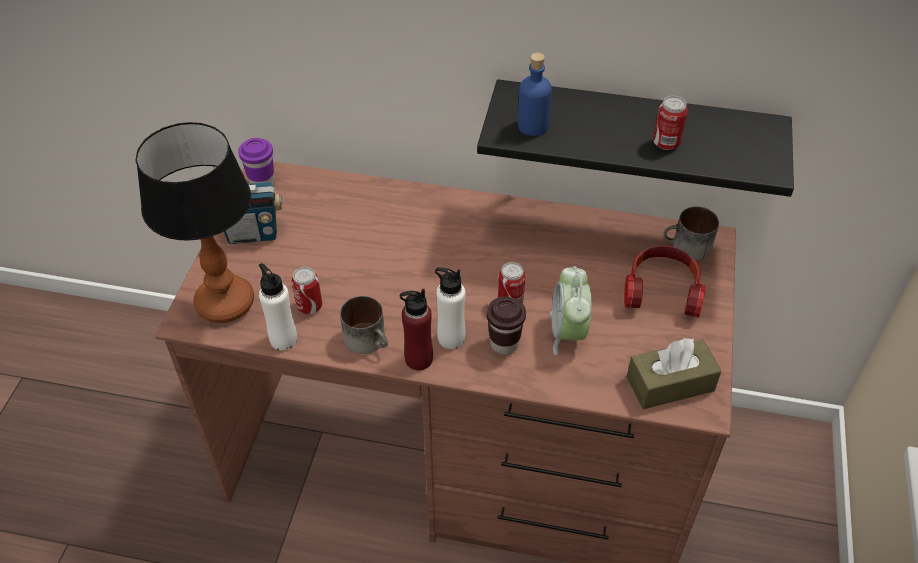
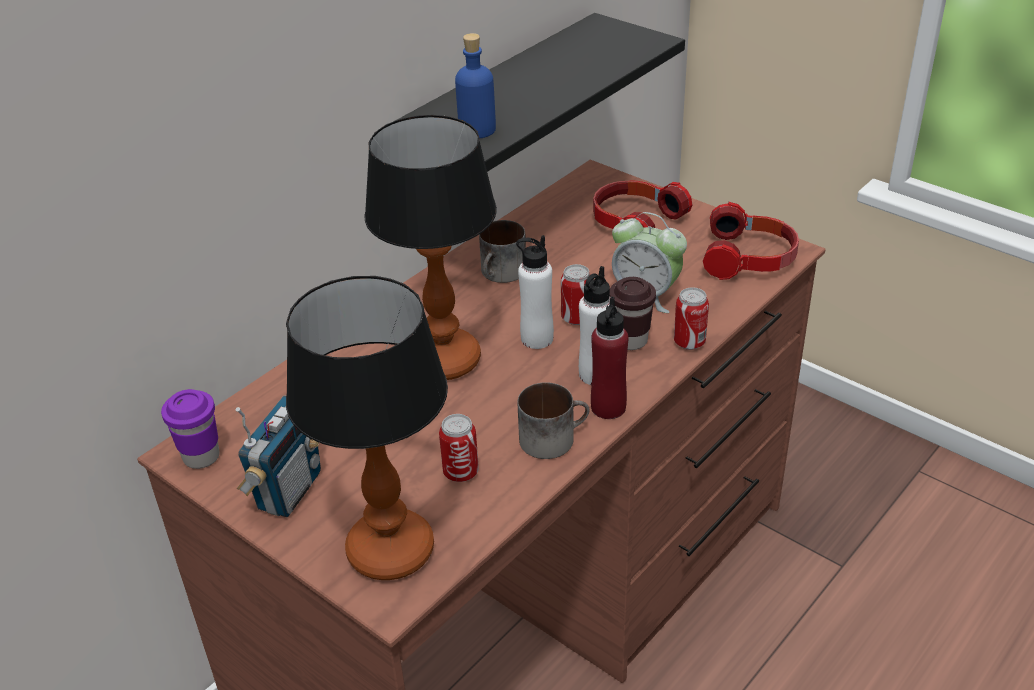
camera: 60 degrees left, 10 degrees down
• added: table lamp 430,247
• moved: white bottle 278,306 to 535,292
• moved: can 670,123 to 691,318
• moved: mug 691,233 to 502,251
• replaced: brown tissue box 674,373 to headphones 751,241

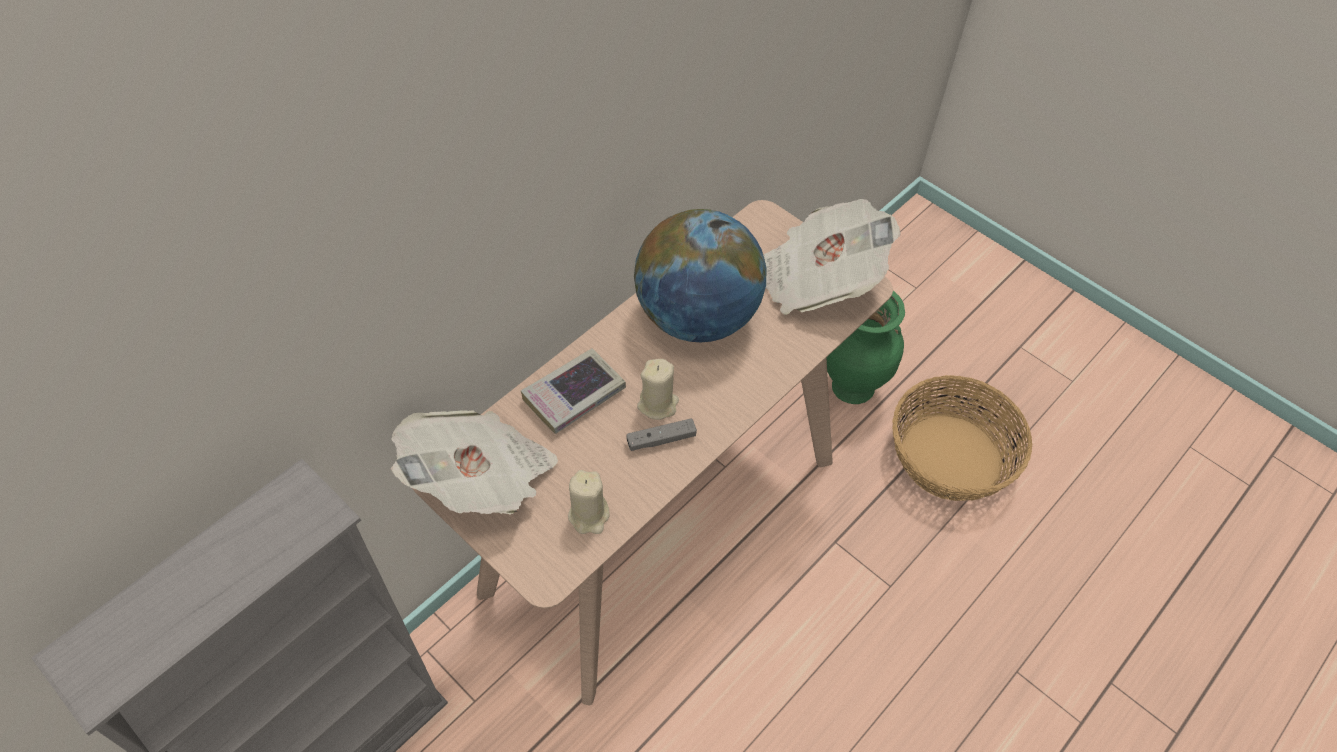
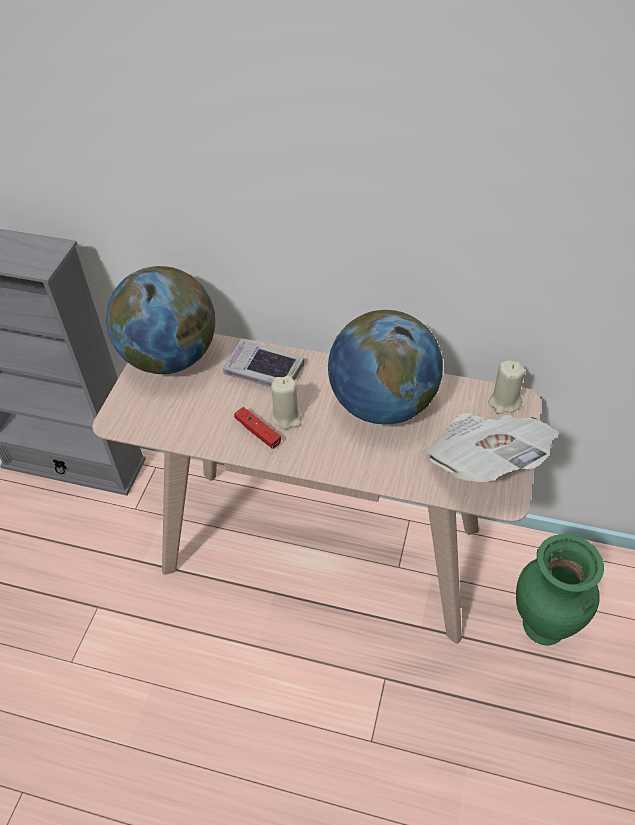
camera: 65 degrees right, 5 degrees down
• removed: basket 962,438
• moved: beige candle 589,502 to 507,387
• replaced: newspaper 474,462 to globe 160,320
• recoloured: grey game controller 661,434 to red game controller 257,428

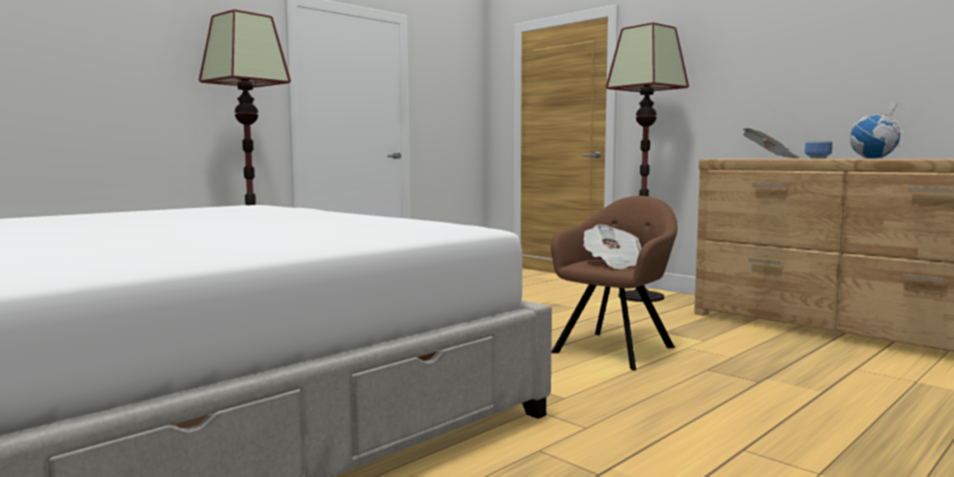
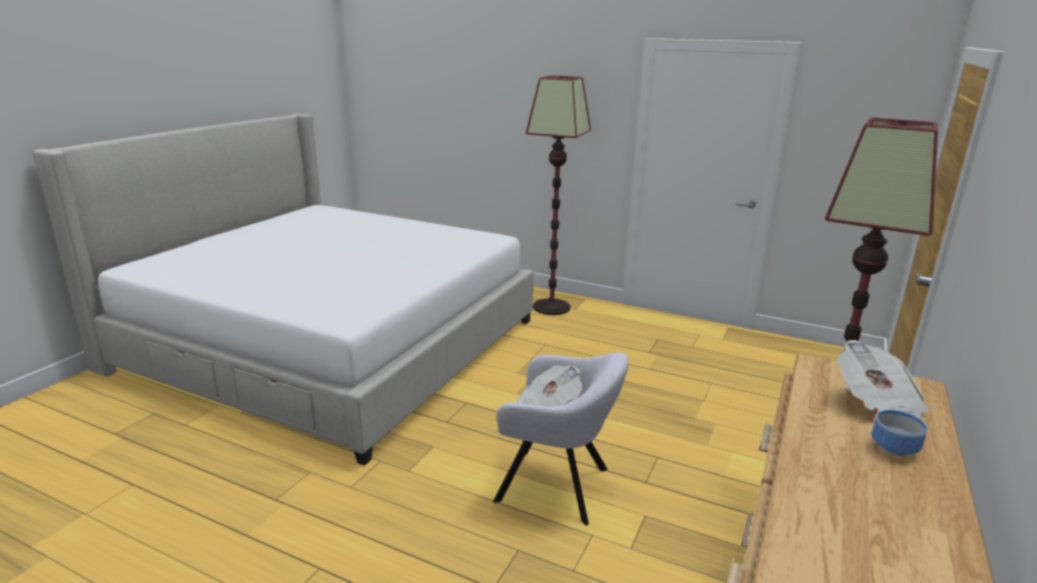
camera: 70 degrees right, 15 degrees up
• removed: globe 876,130
• recoloured: brown armchair 614,283 to grey armchair 561,438

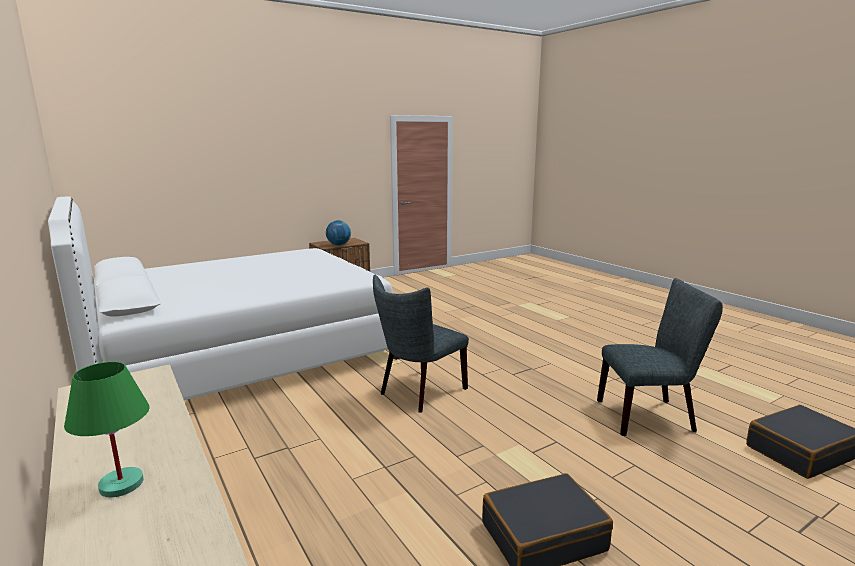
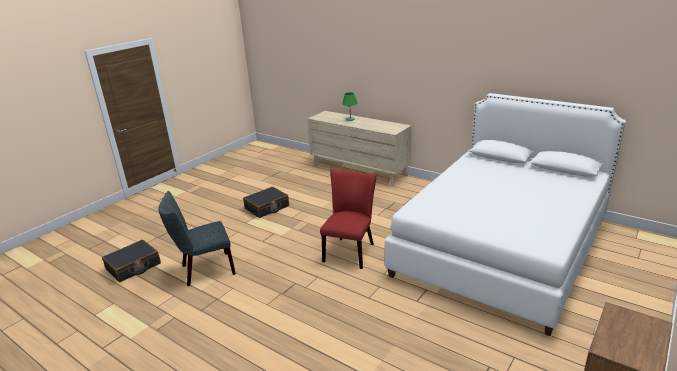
camera: 160 degrees right, 10 degrees up
• removed: globe 338,232
• recoloured: grey chair 421,343 to red chair 348,219

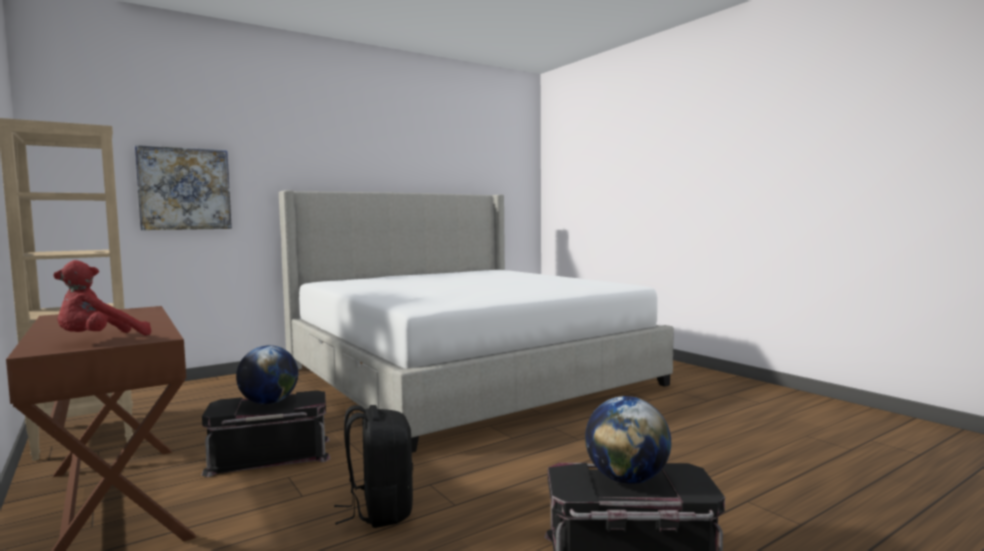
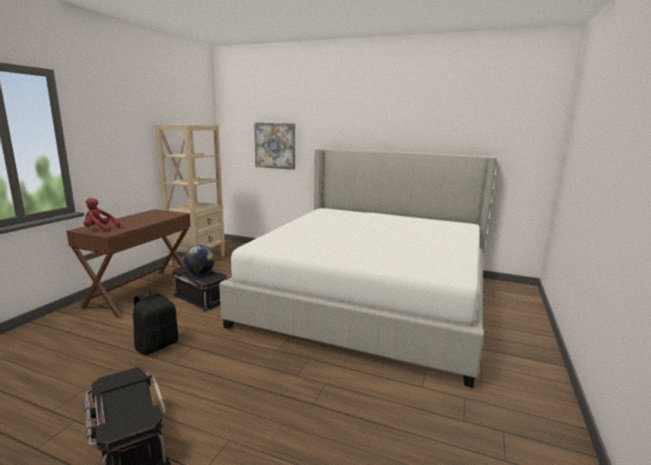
camera: 55 degrees right, 10 degrees up
• removed: globe 628,440

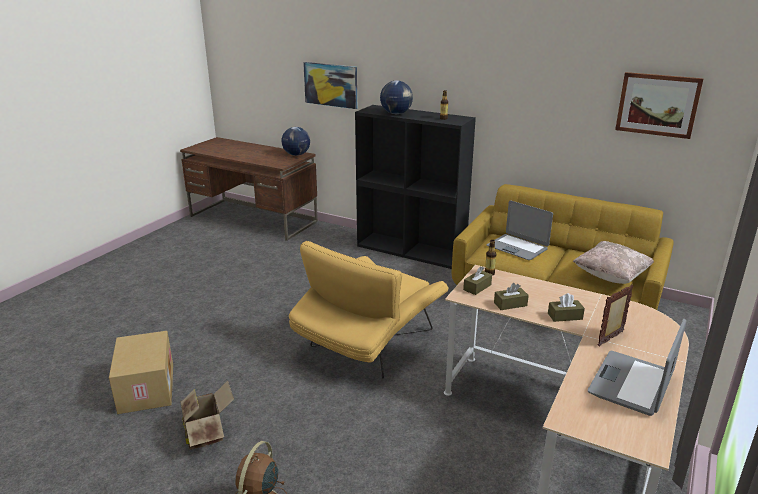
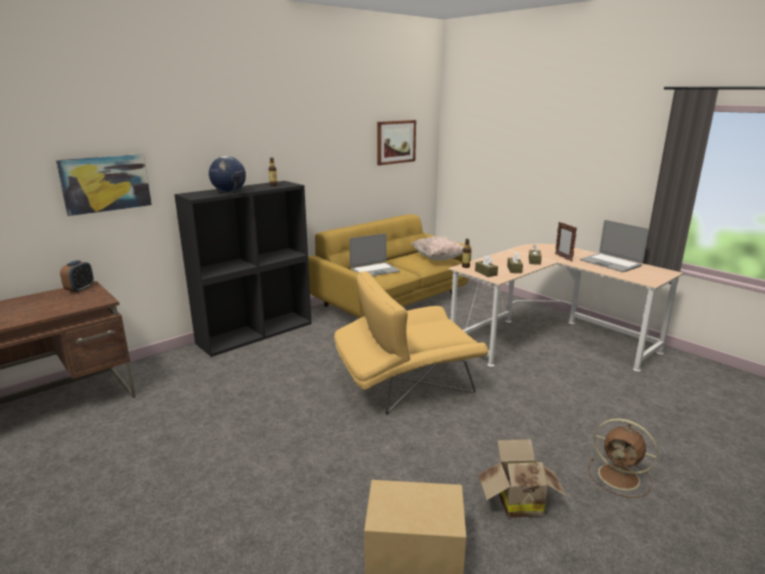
camera: 70 degrees left, 5 degrees down
• replaced: globe 296,141 to alarm clock 77,276
• turned: yellow armchair 369,310 = 411,342 105 degrees clockwise

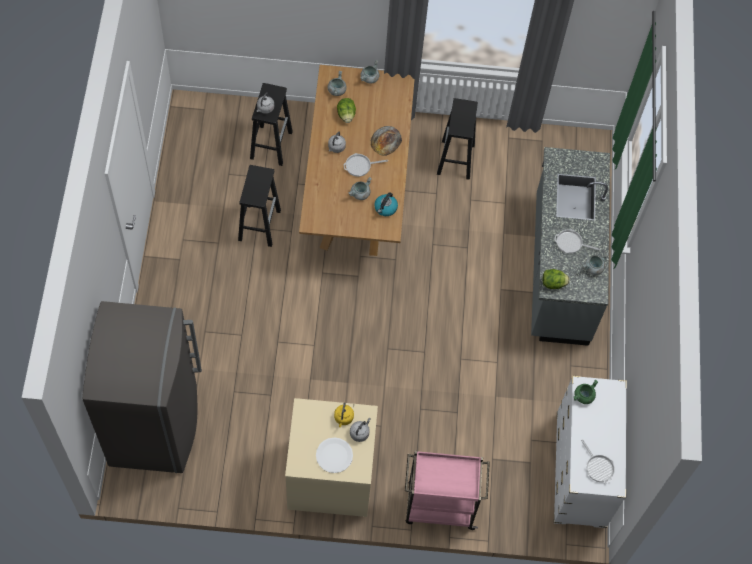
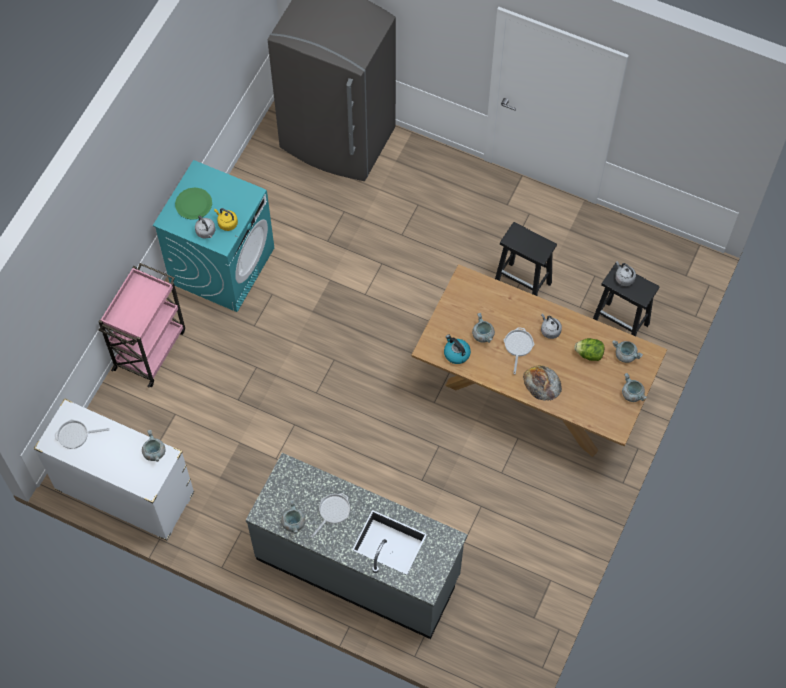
camera: 115 degrees right, 0 degrees up
• removed: black stool 457,139
• removed: lettuce 556,279
• recoloured: beige washing machine 331,457 to turquoise washing machine 213,236
• recoloured: white plate 334,455 to green plate 193,204
• recoloured: green cooking pot 586,392 to grey cooking pot 154,446

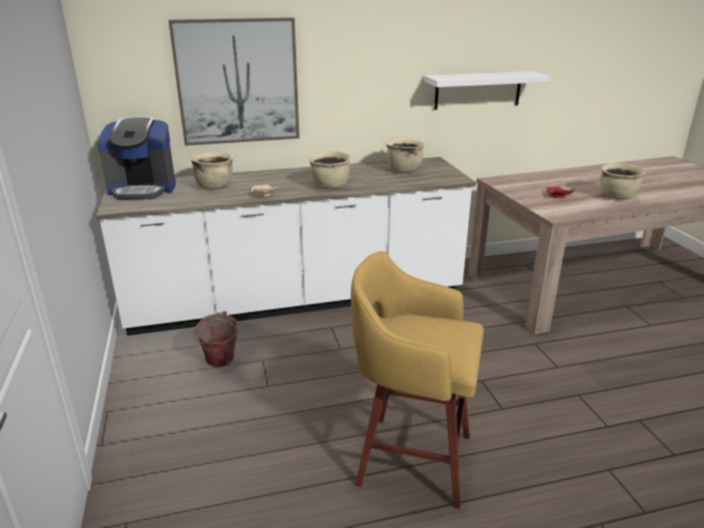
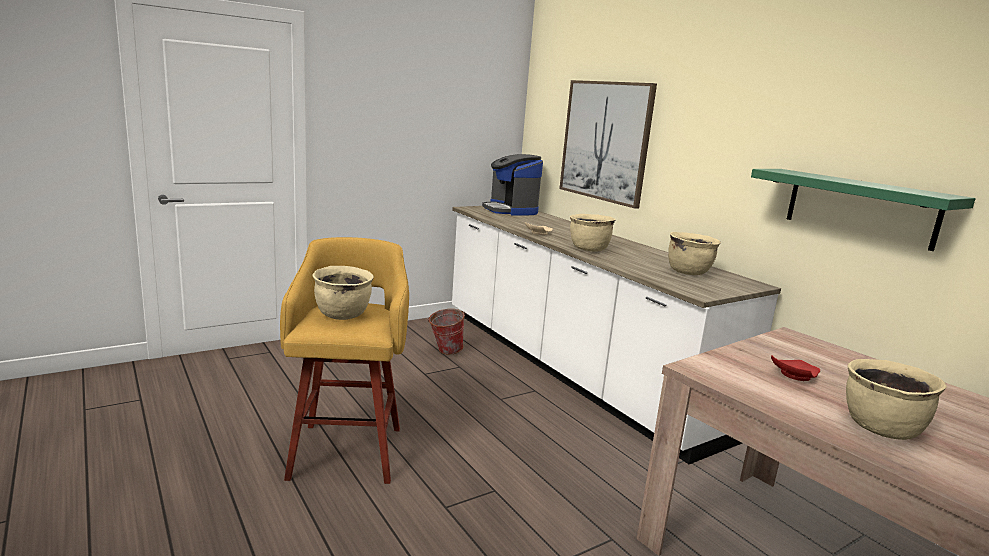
camera: 70 degrees right, 10 degrees down
• moved: beige cooking pot 211,171 to 343,293
• recoloured: white shelf 487,90 to green shelf 863,210

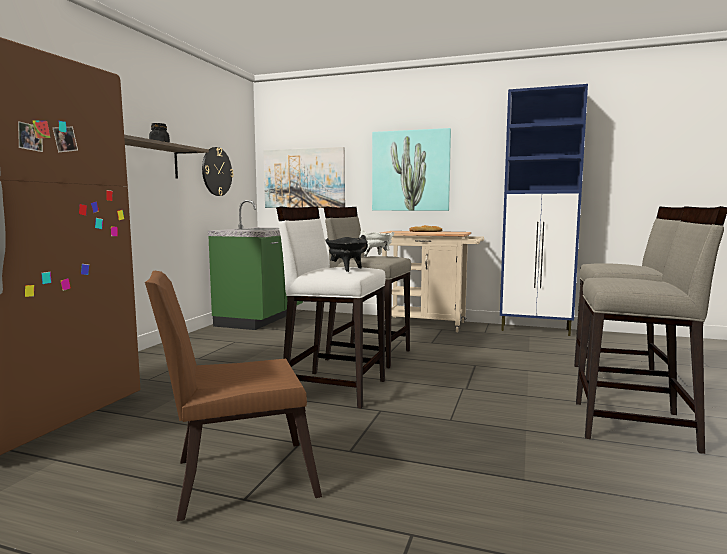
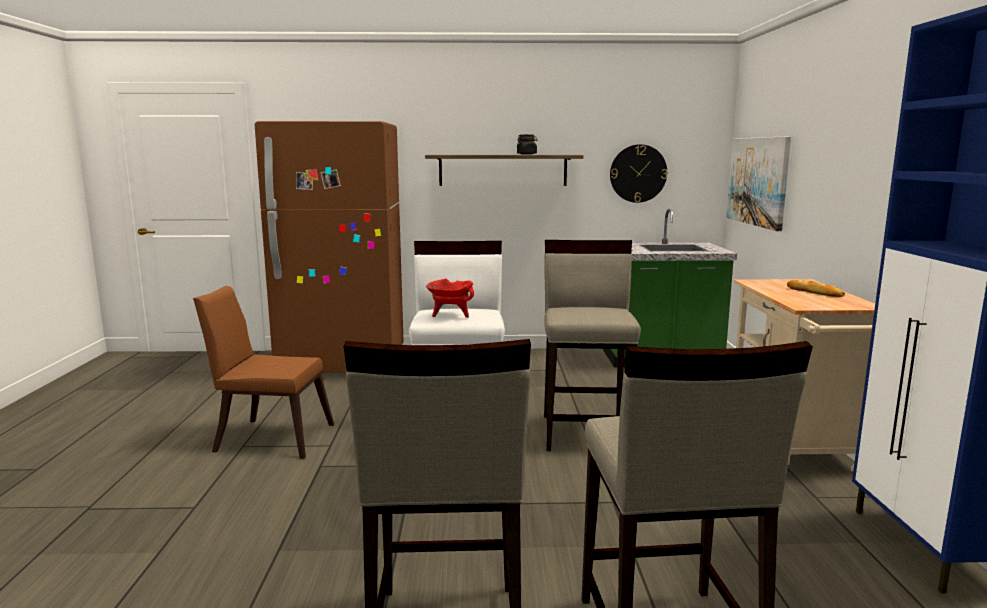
camera: 70 degrees right, 5 degrees up
• removed: white cooking pot 377,243
• removed: picture 411,169
• recoloured: black cooking pot 346,253 to red cooking pot 450,298
• turned: brown chair 233,396 = 263,372 45 degrees counterclockwise

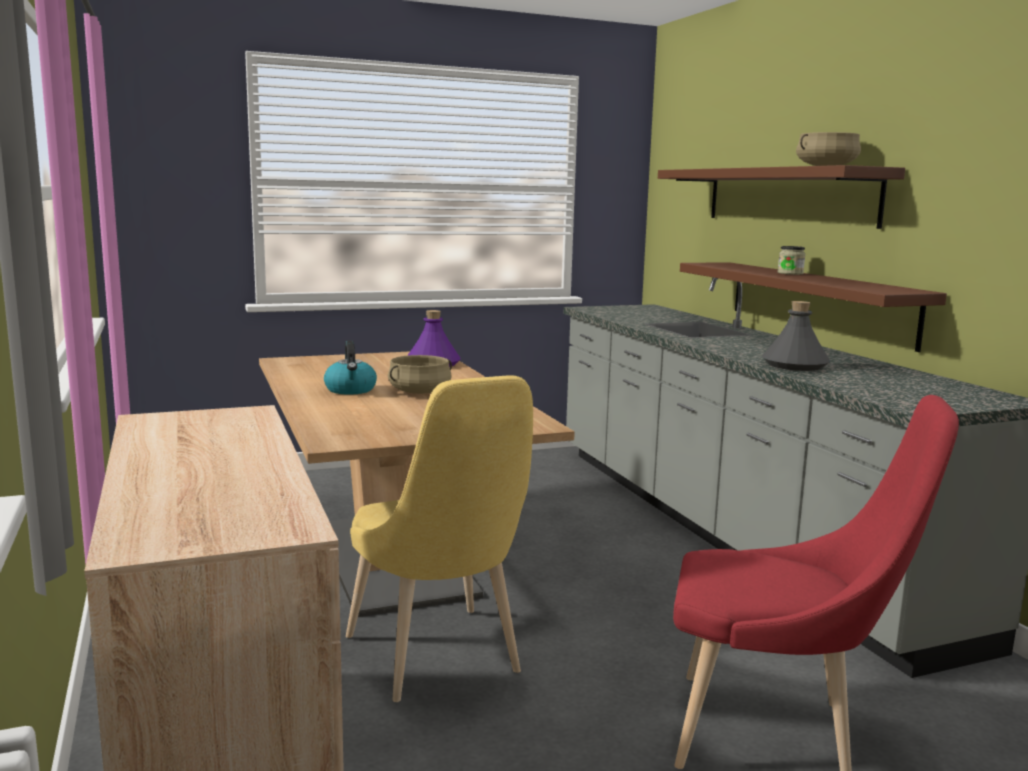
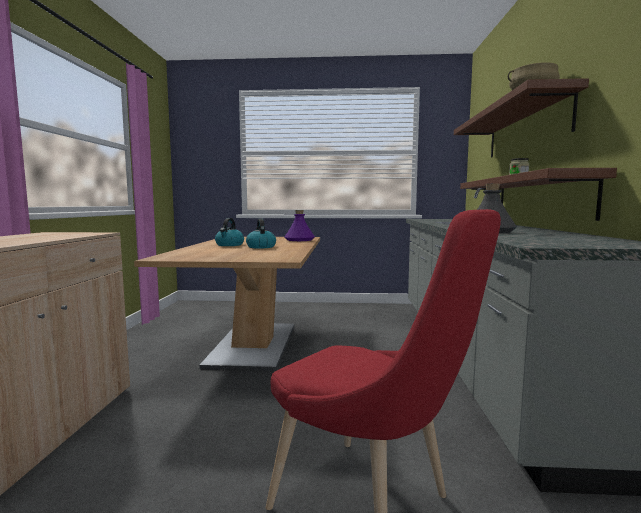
camera: 25 degrees right, 5 degrees down
• removed: yellow chair 439,538
• replaced: beige cooking pot 420,374 to kettle 261,234

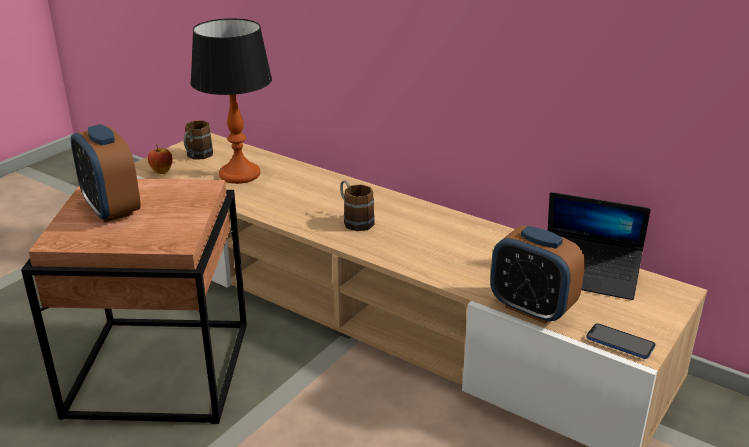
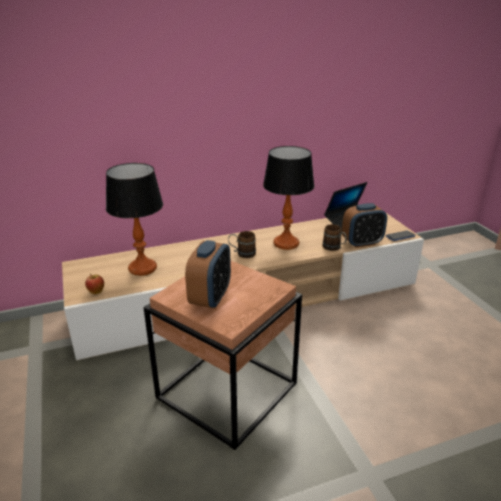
camera: 55 degrees left, 0 degrees up
• added: table lamp 288,198
• moved: brown mug 198,140 to 335,237
• turned: alarm clock 105,173 = 208,274 75 degrees counterclockwise

